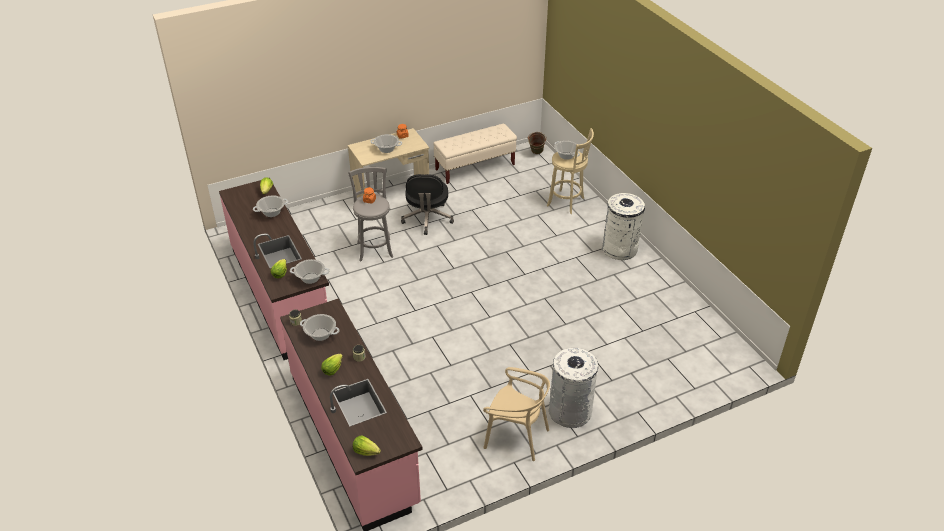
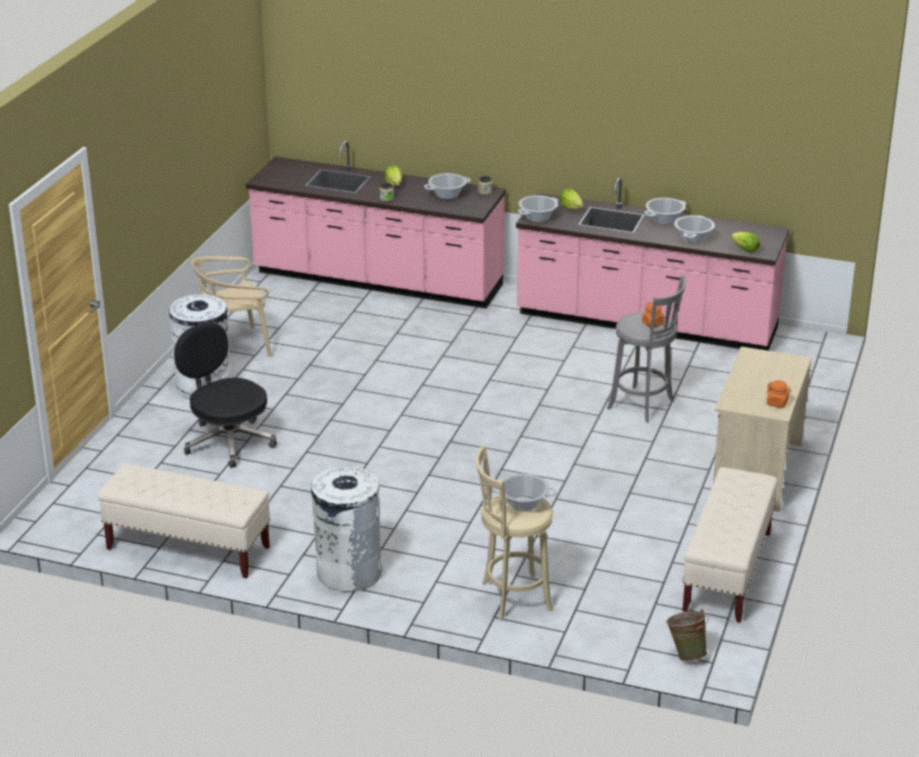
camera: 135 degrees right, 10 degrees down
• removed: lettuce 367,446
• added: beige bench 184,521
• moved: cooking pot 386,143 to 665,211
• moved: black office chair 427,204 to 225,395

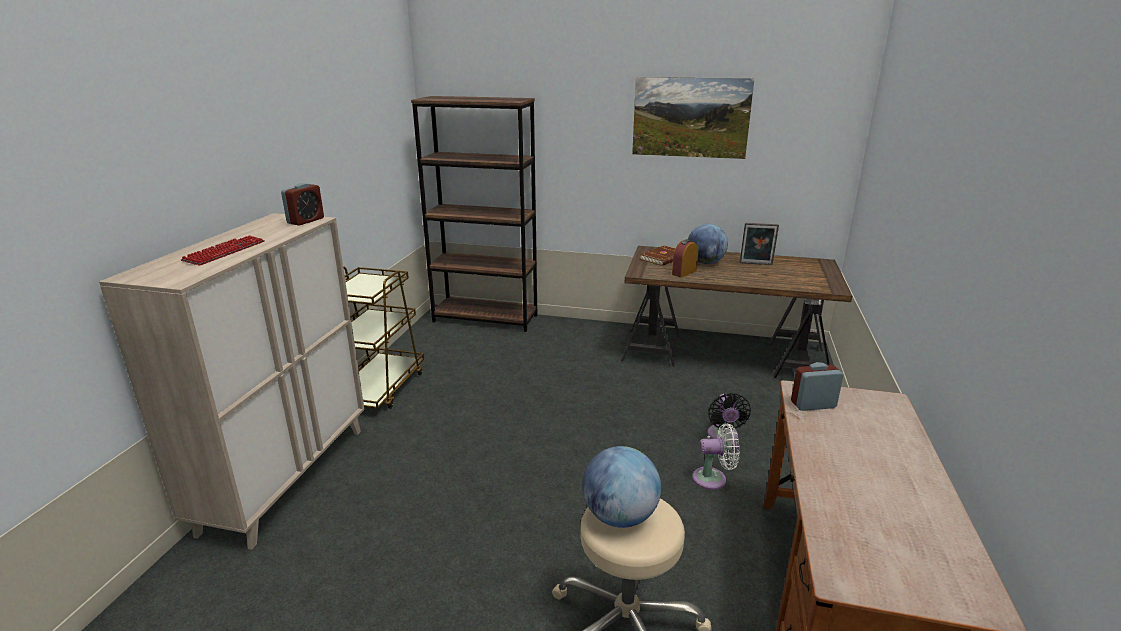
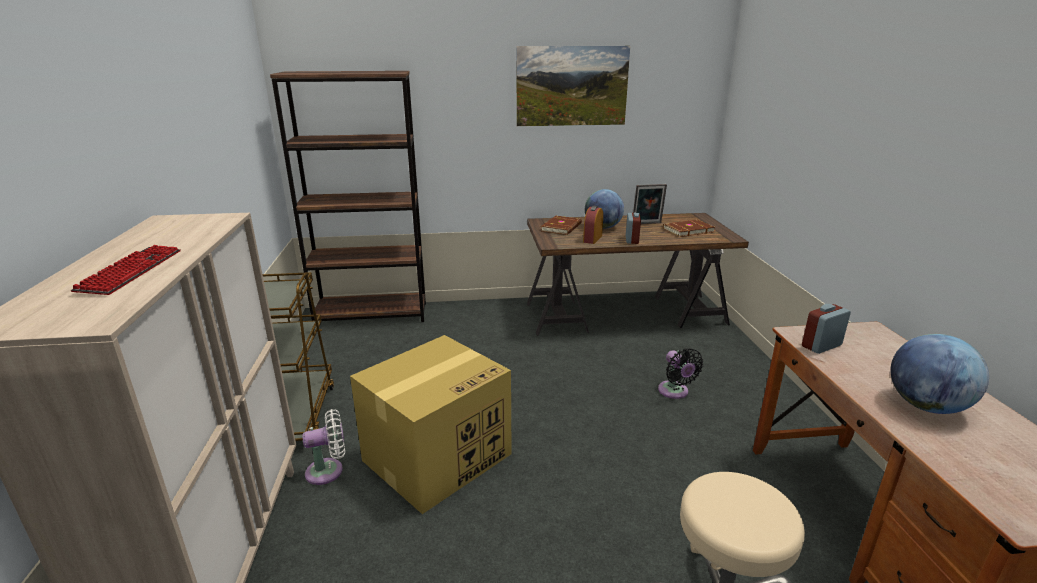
camera: 20 degrees left, 0 degrees up
• added: cardboard box 431,424
• added: brown book 689,228
• moved: alarm clock 302,204 to 633,228
• moved: globe 621,487 to 940,374
• moved: white fan 716,456 to 323,447

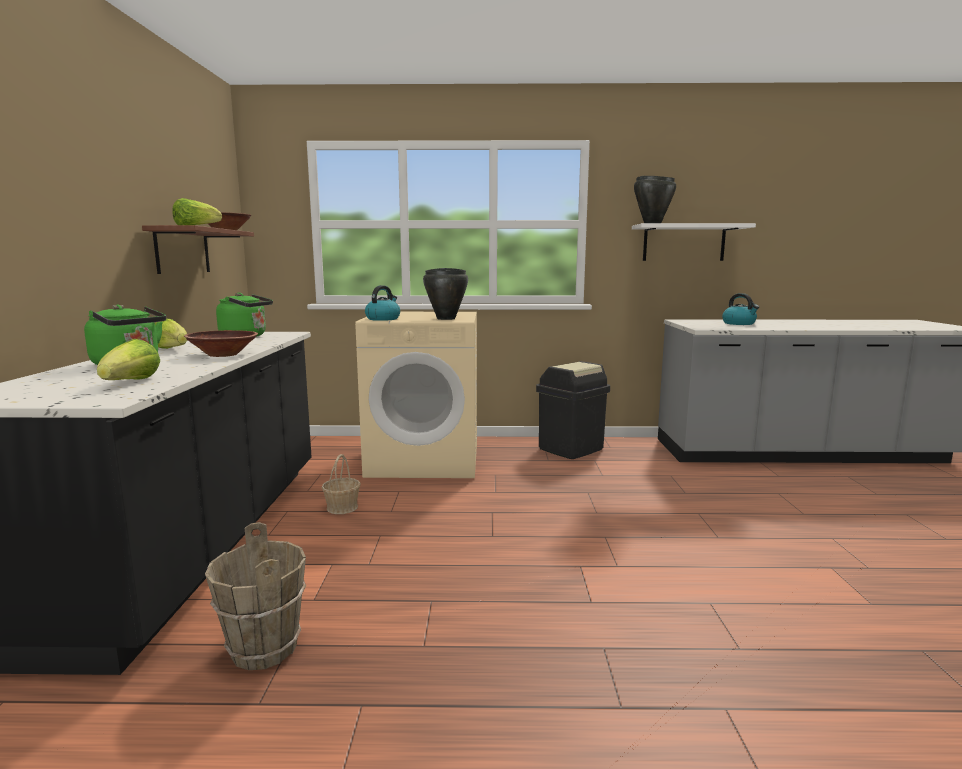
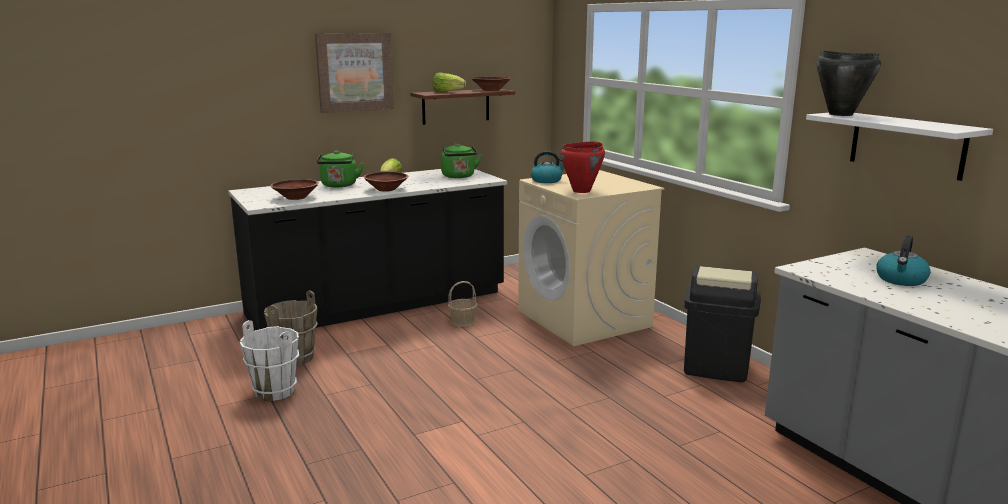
camera: 60 degrees right, 5 degrees up
• added: white bucket 269,360
• added: picture 354,73
• replaced: lettuce 128,359 to brown bowl 294,189
• recoloured: black cooking pot 445,294 to red cooking pot 583,167

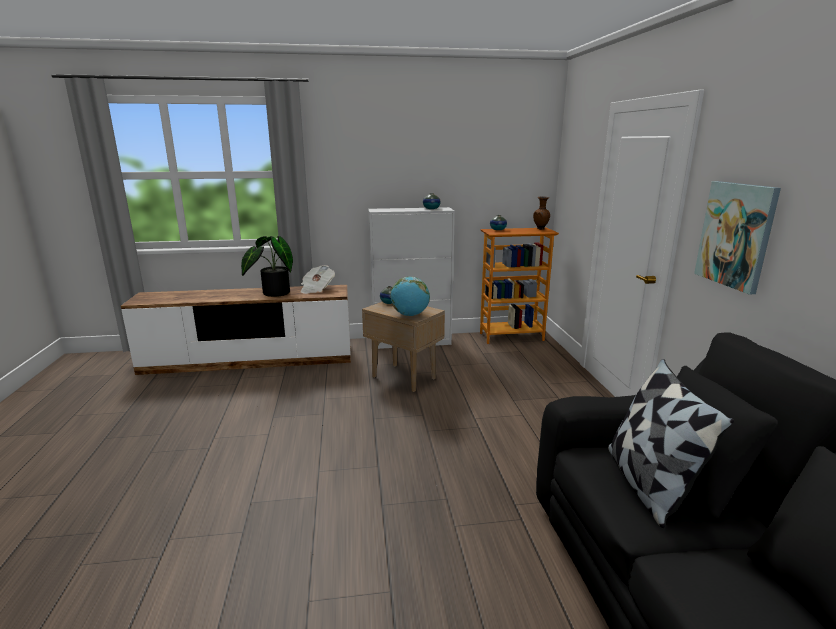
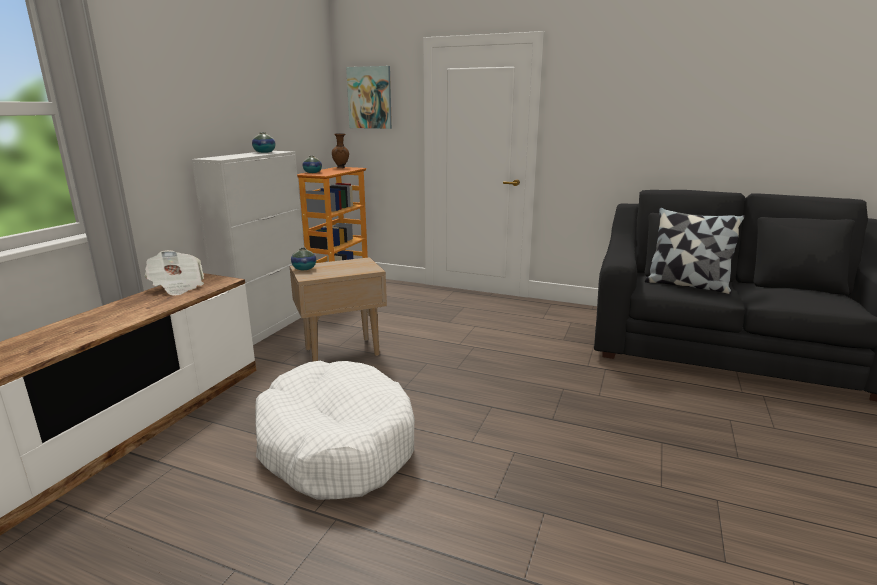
camera: 60 degrees left, 0 degrees up
• removed: potted plant 267,266
• removed: globe 410,296
• added: white dog bed 335,430
• moved: picture 737,238 to 369,97

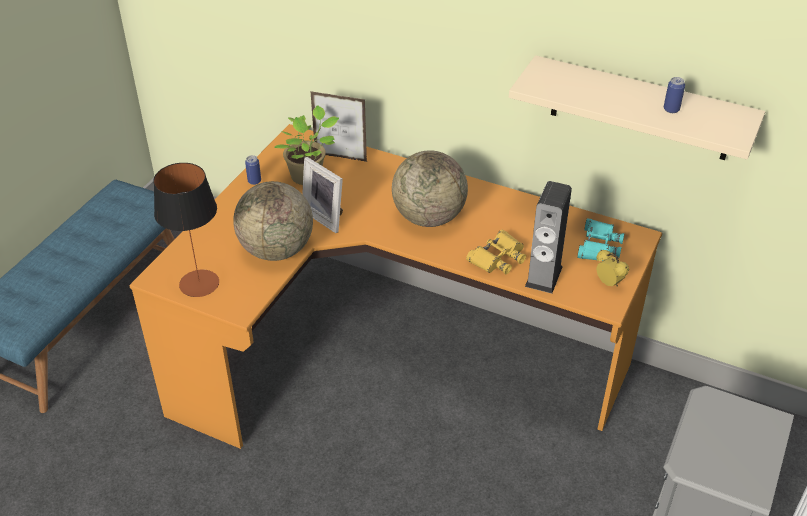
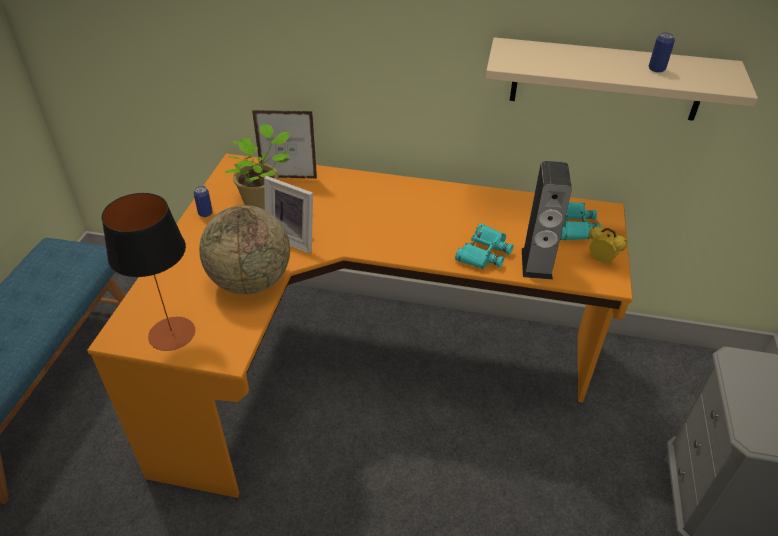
camera: 15 degrees left, 0 degrees up
• removed: globe 430,188
• recoloured: yellow binoculars 496,252 to turquoise binoculars 484,246

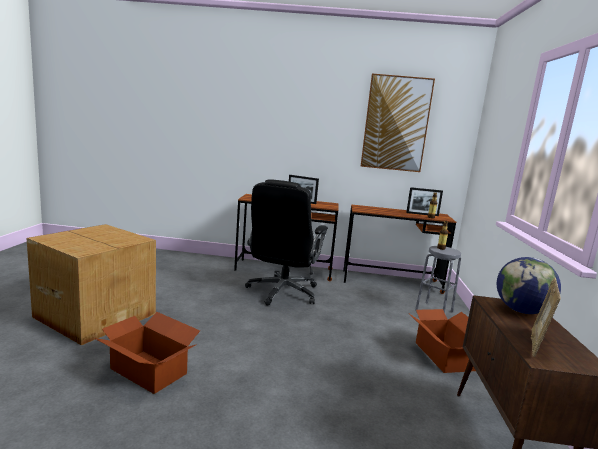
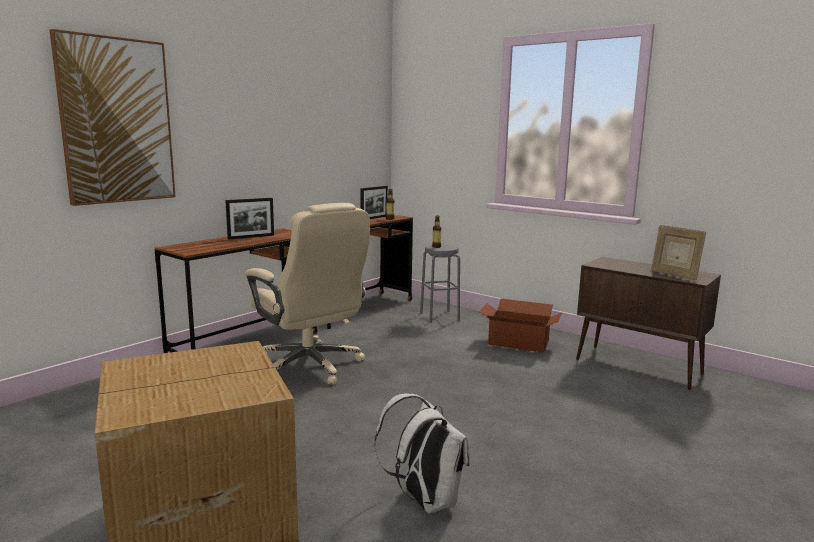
camera: 55 degrees left, 0 degrees up
• removed: globe 529,285
• moved: picture 398,123 to 113,117
• replaced: cardboard box 147,353 to white backpack 422,453
• recoloured: black office chair 286,242 to beige office chair 307,294

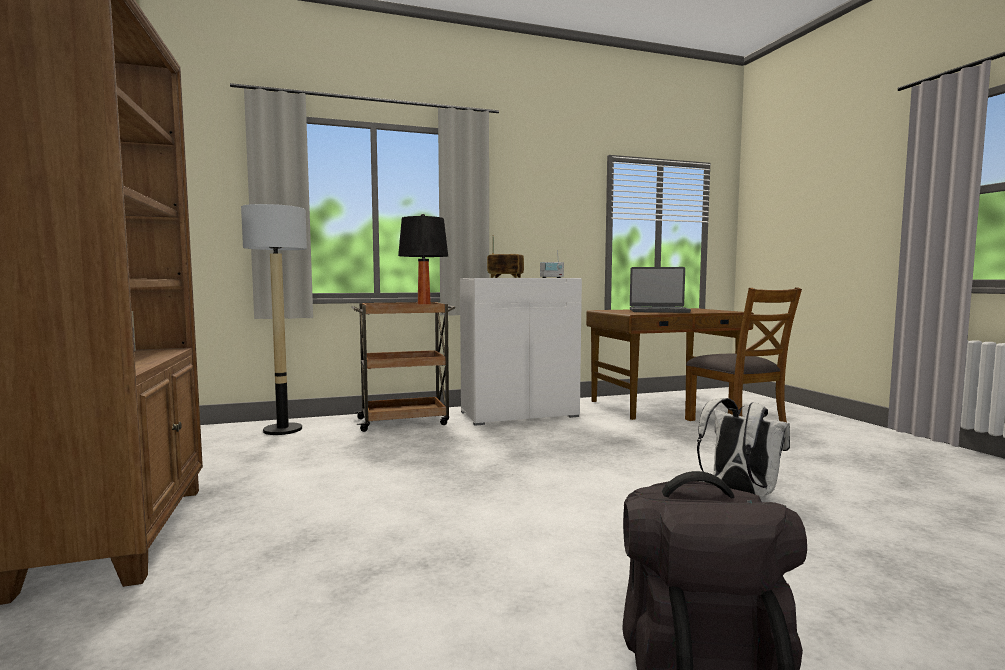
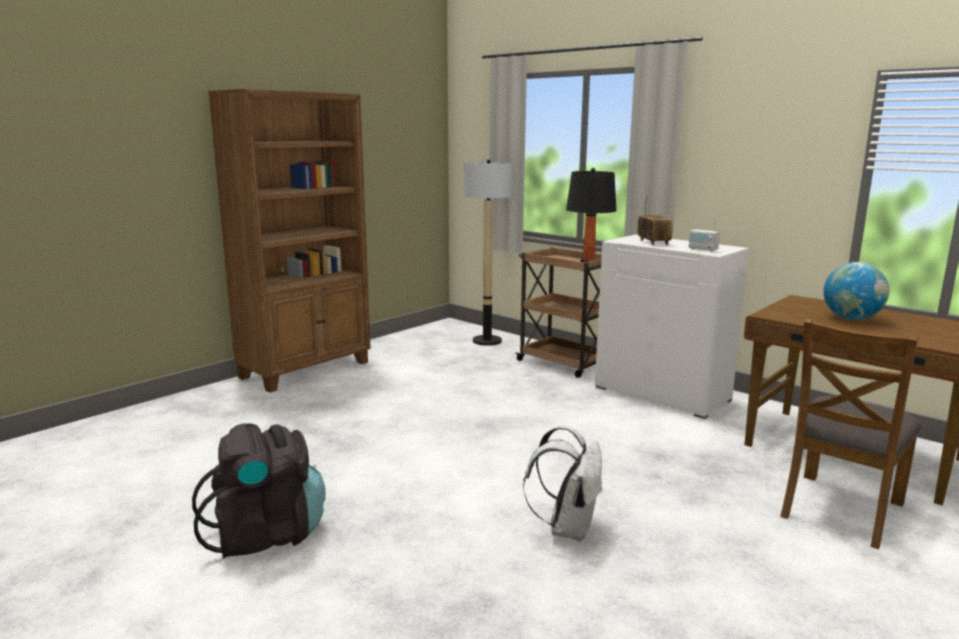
camera: 60 degrees right, 10 degrees up
• replaced: laptop 660,290 to globe 856,291

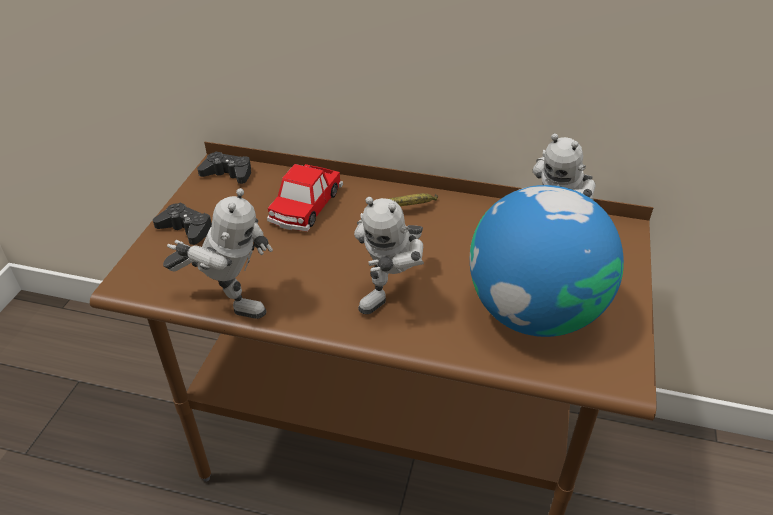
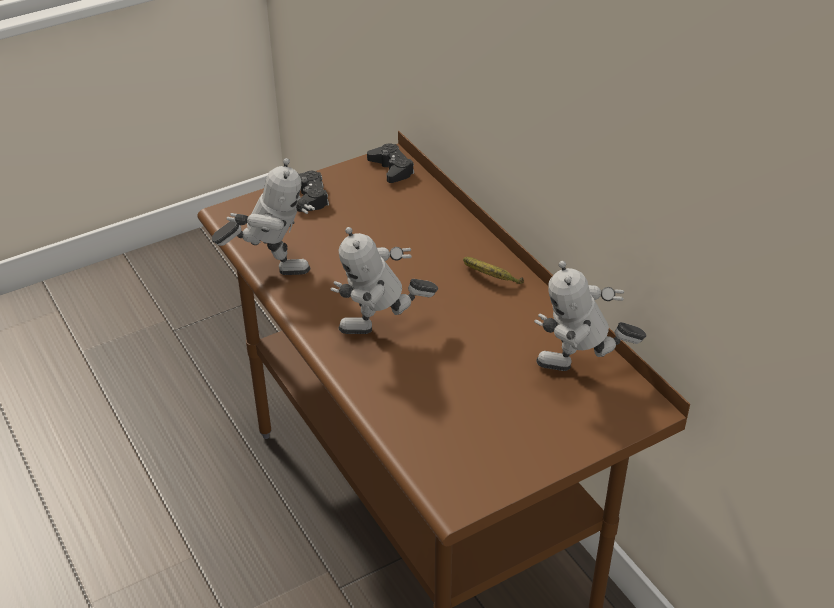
camera: 45 degrees right, 0 degrees up
• removed: toy car 305,198
• removed: globe 547,261
• turned: toy robot 218,253 = 263,216 60 degrees counterclockwise

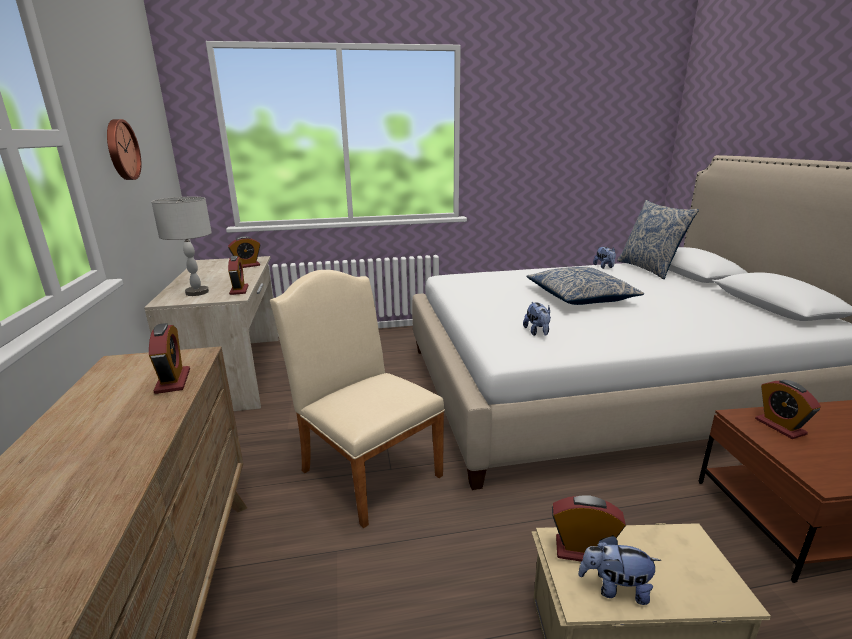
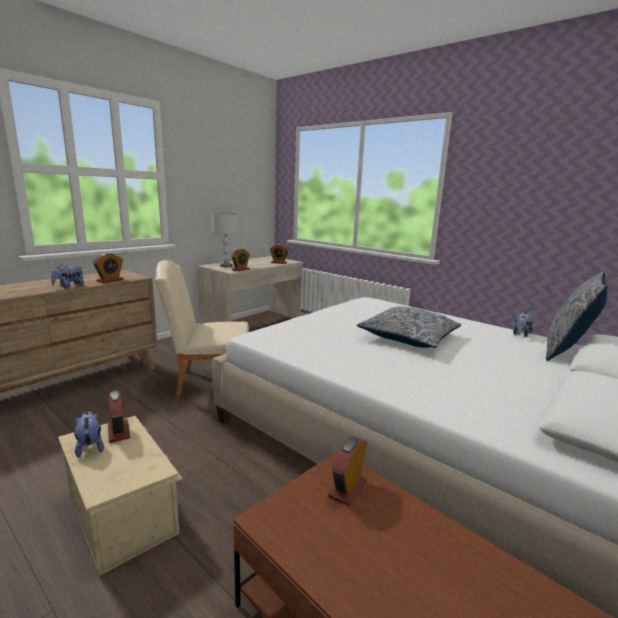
camera: 50 degrees right, 5 degrees down
• removed: wall clock 124,149
• moved: plush toy 537,319 to 67,276
• turned: beige chair 357,399 = 202,330 105 degrees counterclockwise

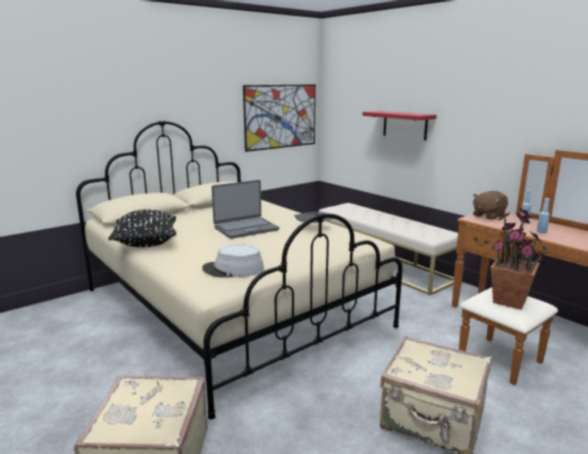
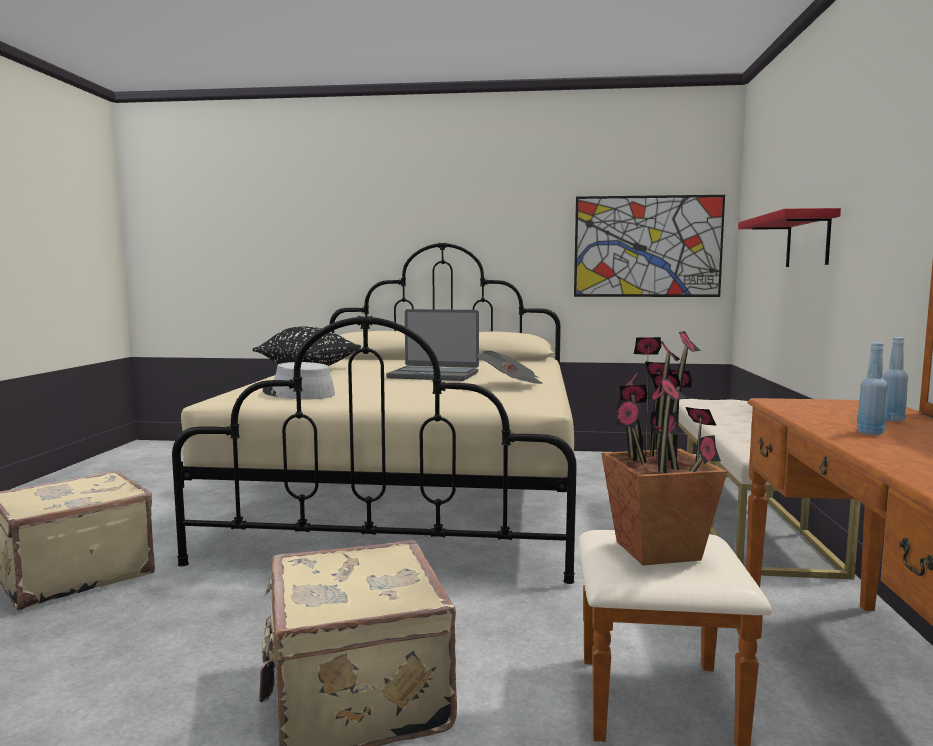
camera: 45 degrees right, 10 degrees down
• removed: brown plush toy 490,205

